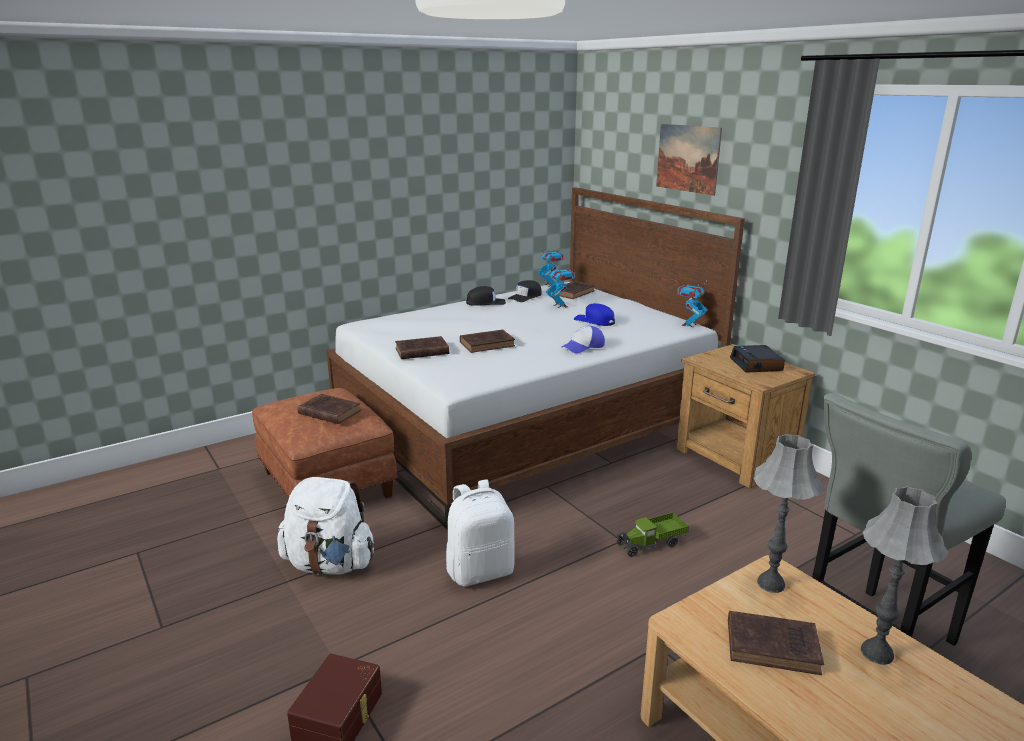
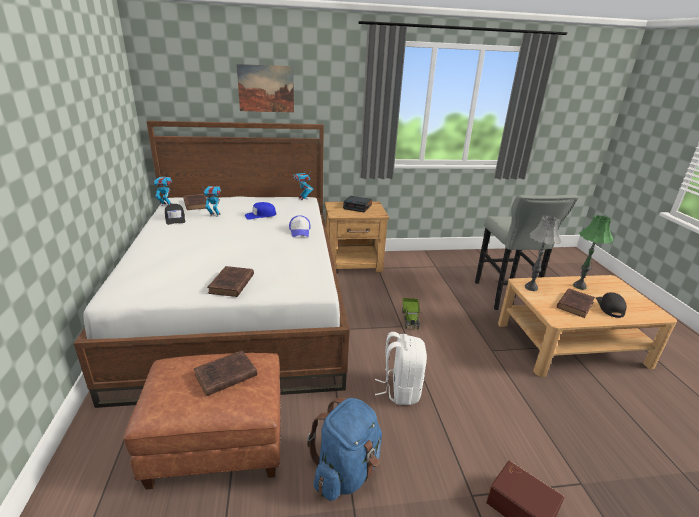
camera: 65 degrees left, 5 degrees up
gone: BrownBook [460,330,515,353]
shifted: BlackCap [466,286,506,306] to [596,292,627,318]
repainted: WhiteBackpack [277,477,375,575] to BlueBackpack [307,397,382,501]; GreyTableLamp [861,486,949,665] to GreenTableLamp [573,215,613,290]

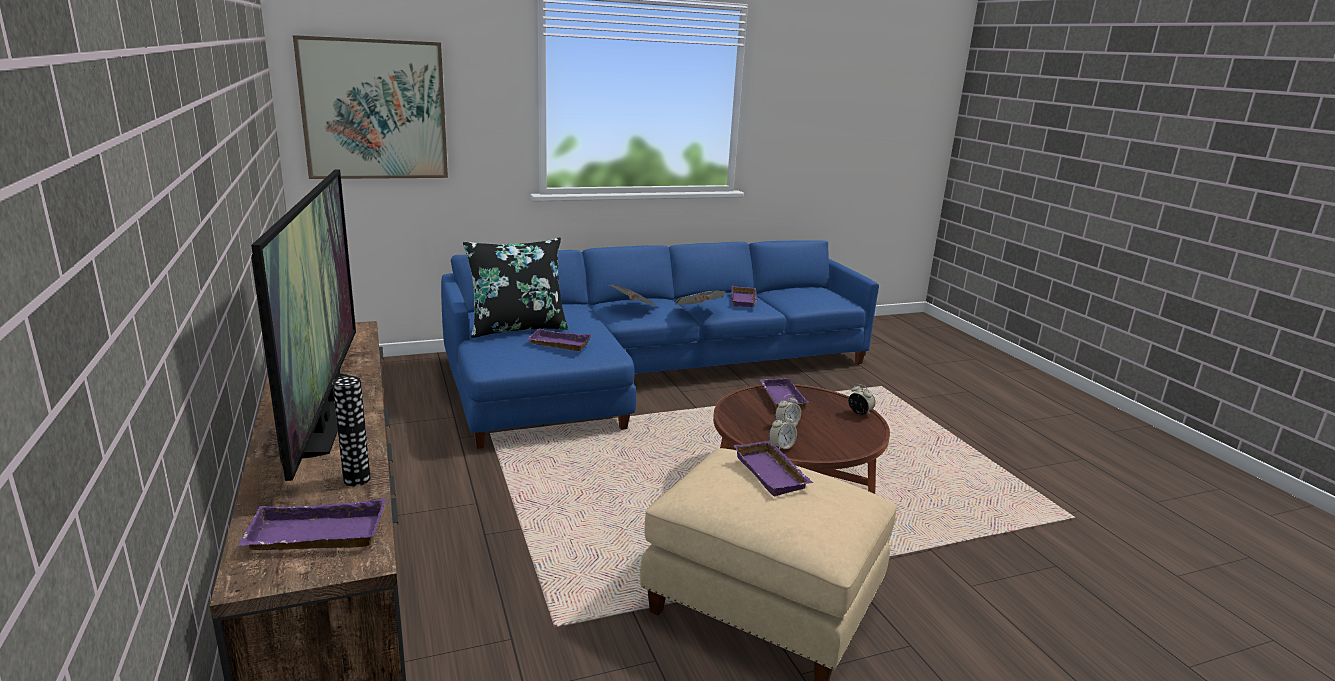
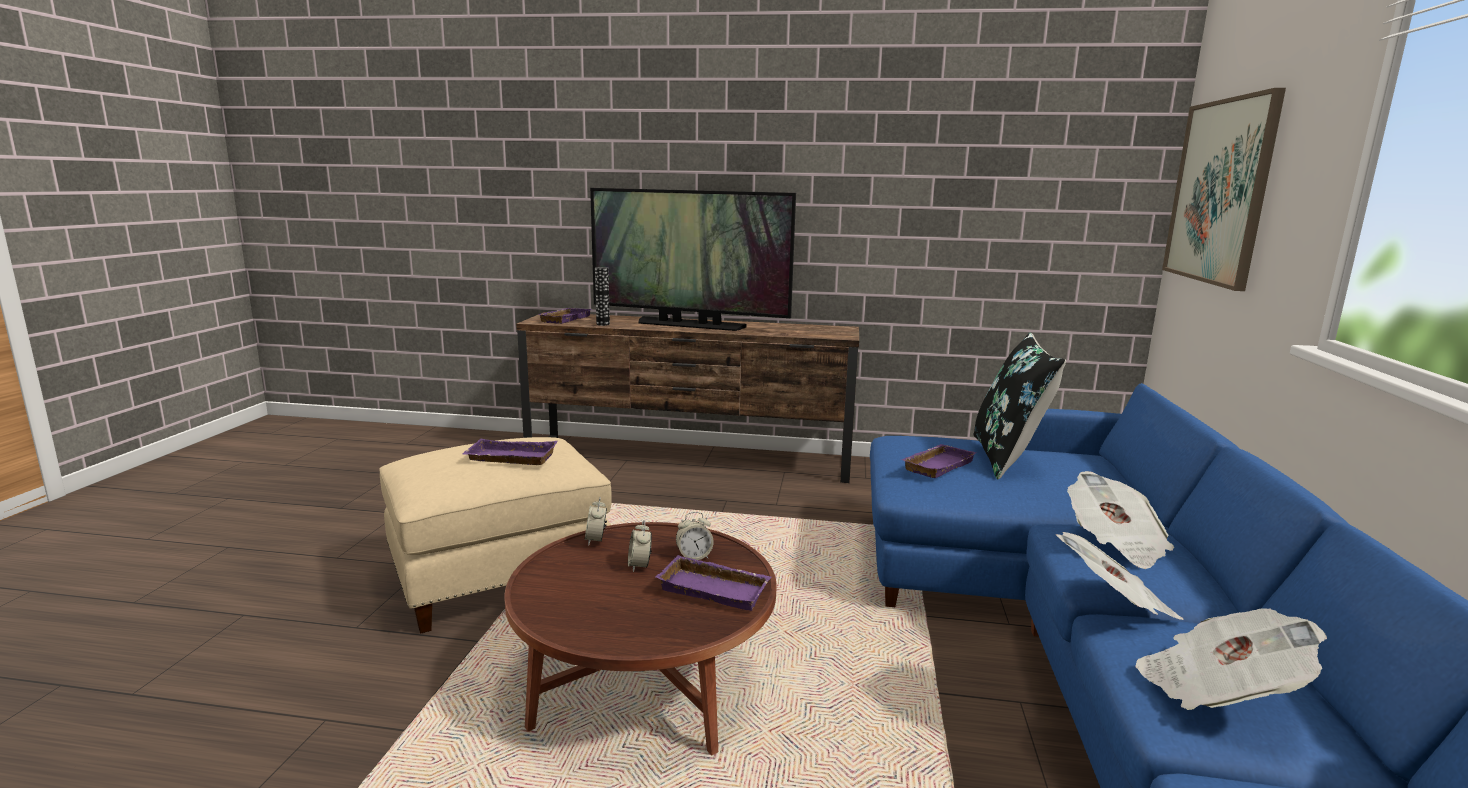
camera: 120 degrees right, 5 degrees down
shifted: AlarmClock [848,384,875,415] to [676,512,714,560]
swapped: PurpleTray [731,285,757,307] to Newspaper [1135,608,1327,710]

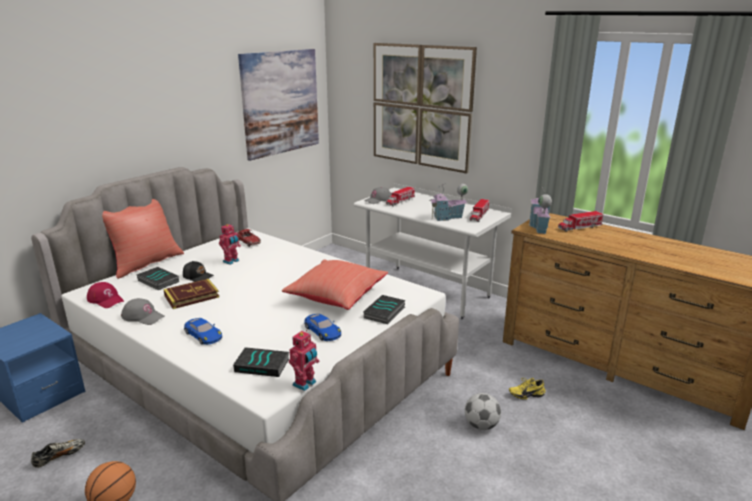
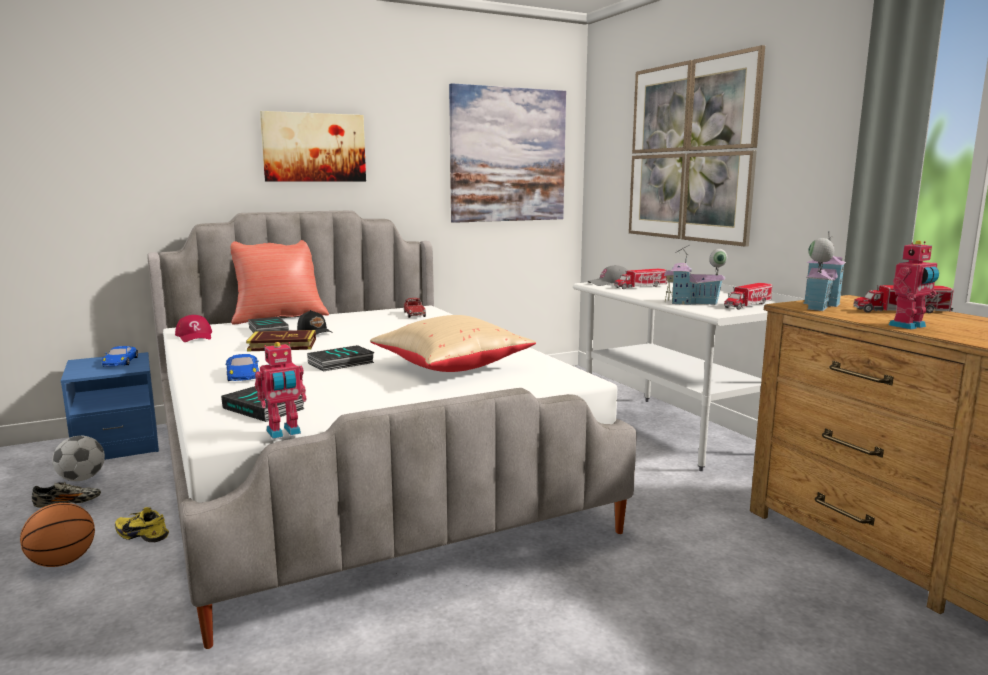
camera: 25 degrees right, 10 degrees down
gone: GreyCap [121,298,165,325]
new: Picture [260,111,366,182]
shifted: ToyRobot [219,224,241,265] to [889,240,939,330]; BlueToyCar [304,314,341,341] to [101,346,138,366]; Book [364,295,406,324] to [307,345,375,372]; Football [465,393,501,430] to [52,436,105,481]; YellowShoe [509,378,546,400] to [115,507,169,542]
repainted: RedPillow [282,260,388,310] to BeigePillow [370,315,536,372]

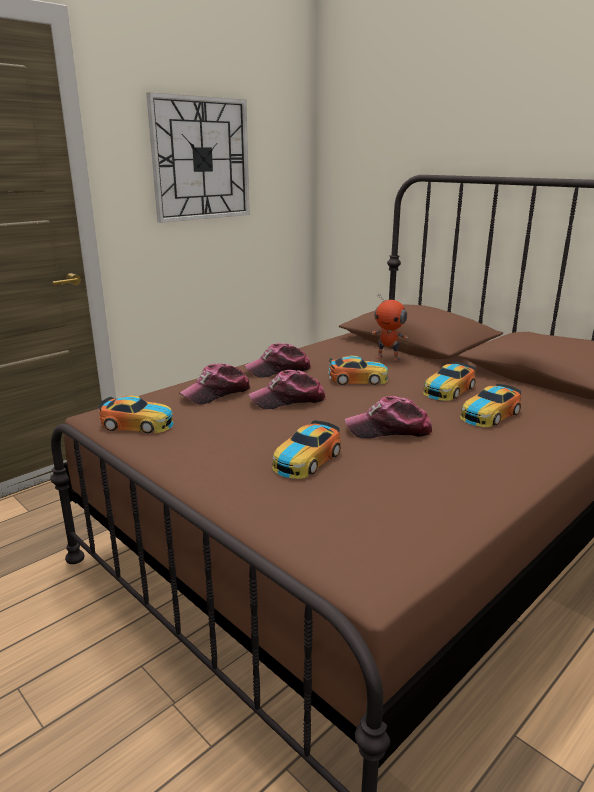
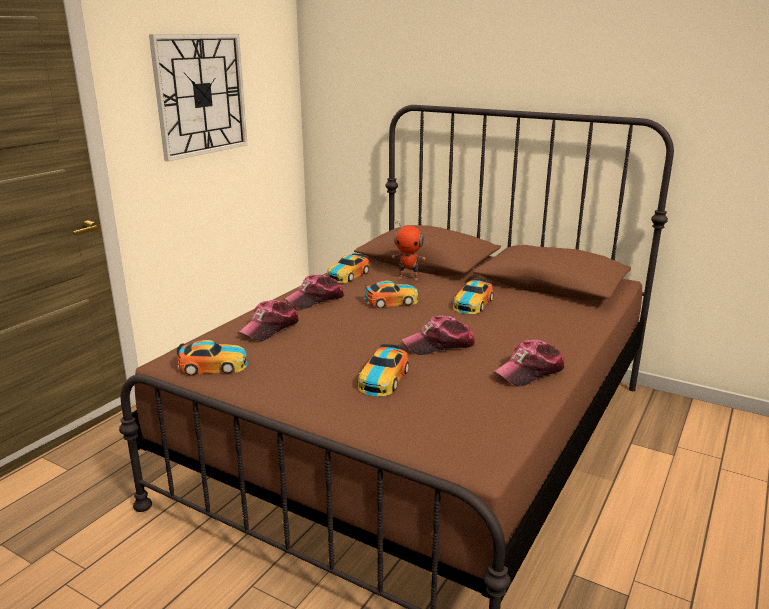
camera: 15 degrees left, 0 degrees up
shifted: Cap [248,370,326,409] to [493,340,565,386]; ToyCar [460,384,521,427] to [327,253,369,283]

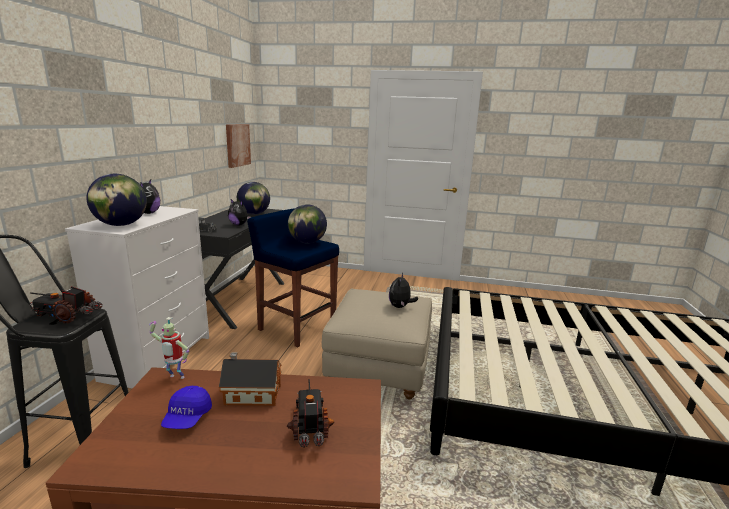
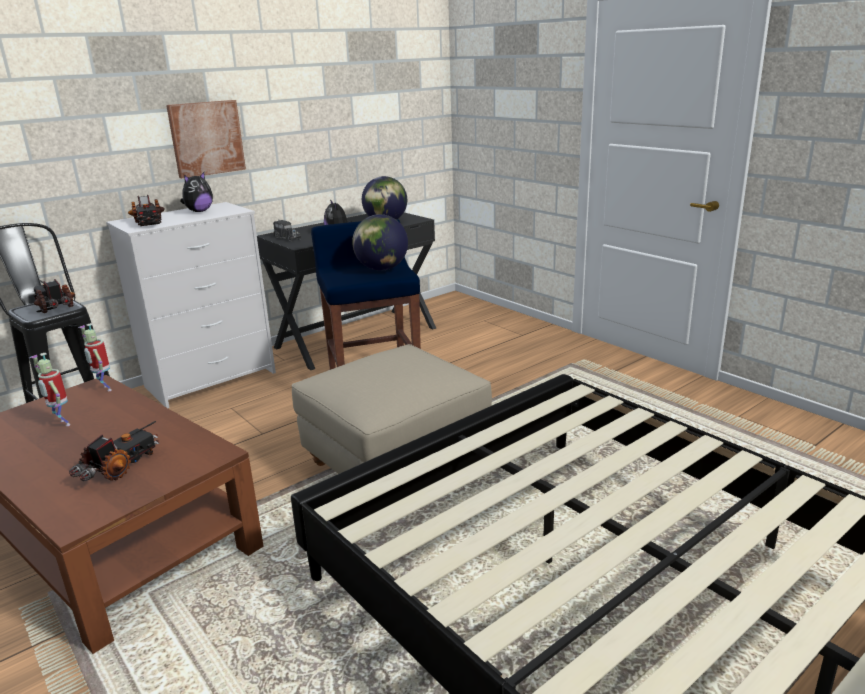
camera: 40 degrees right, 5 degrees up
gone: ToyHouse [219,352,282,406]; PlushToy [389,273,418,308]
shifted: Picture [226,124,251,168] to [166,100,246,178]
swapped: Globe [86,174,147,226] to ToyTruck [128,195,165,226]; BlueCap [161,386,212,429] to ToyRobot [29,353,70,426]

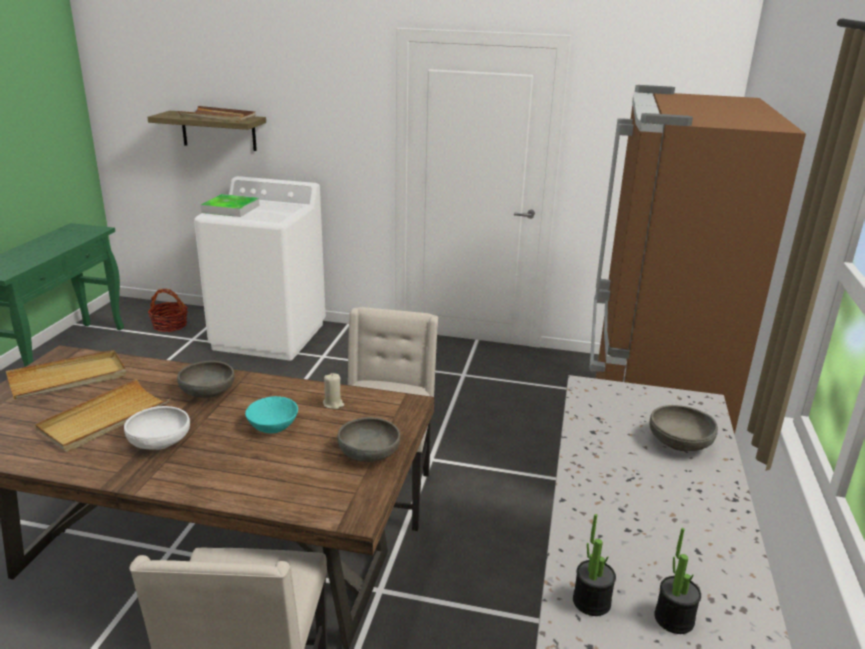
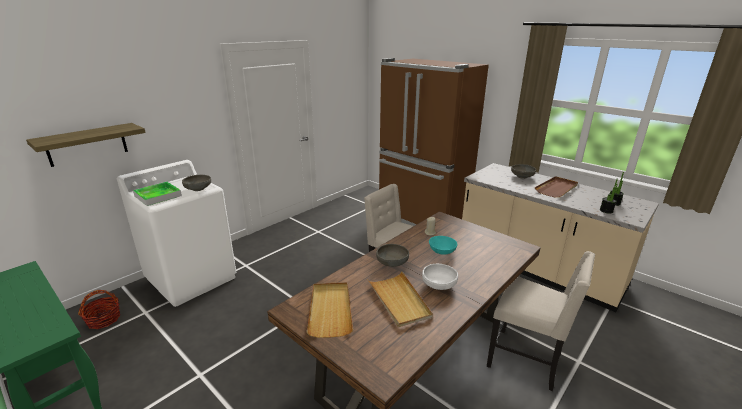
camera: 60 degrees left, 0 degrees up
shifted: BrownTray [178,106,255,122] to [535,176,578,198]; GreyBowl [337,417,400,462] to [182,175,211,191]

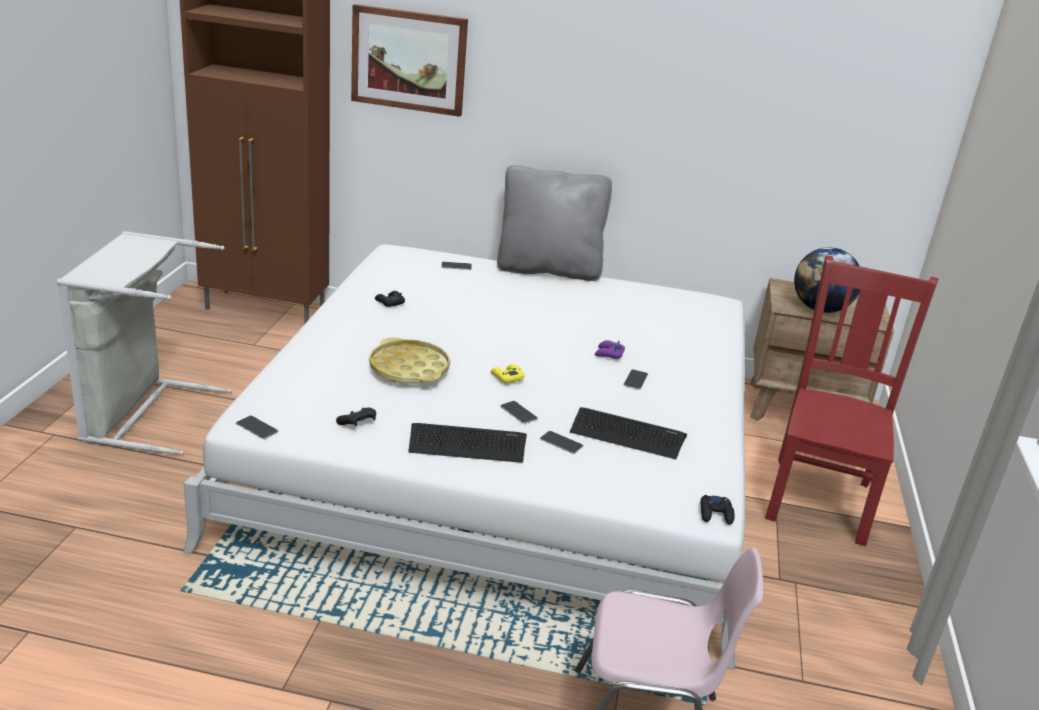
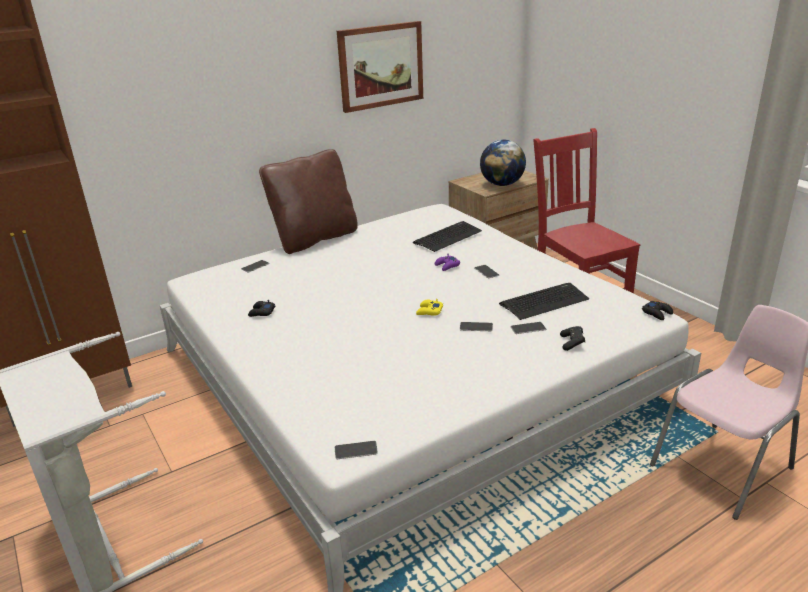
camera: 40 degrees left, 0 degrees up
gone: YellowTray [369,337,450,383]
shifted: BlackGameController [336,408,376,426] to [560,326,585,351]; Picture [351,4,468,117] to [337,21,423,113]; Keyboard [408,423,527,463] to [413,221,482,252]
repainted: GreyPillow [497,165,612,281] to BrownPillow [259,149,358,254]

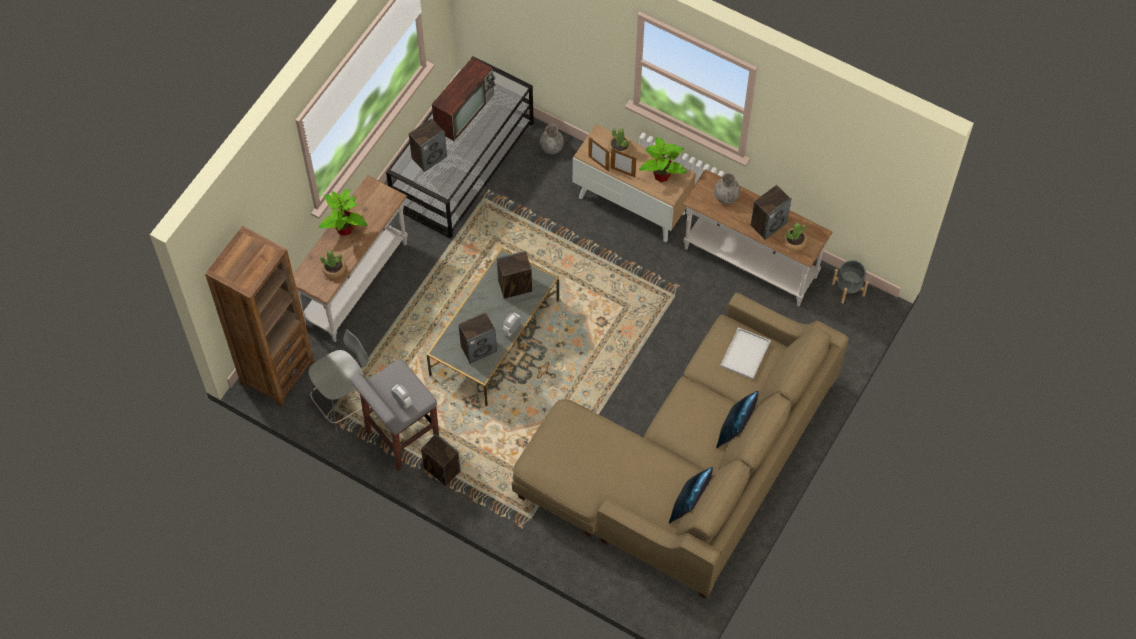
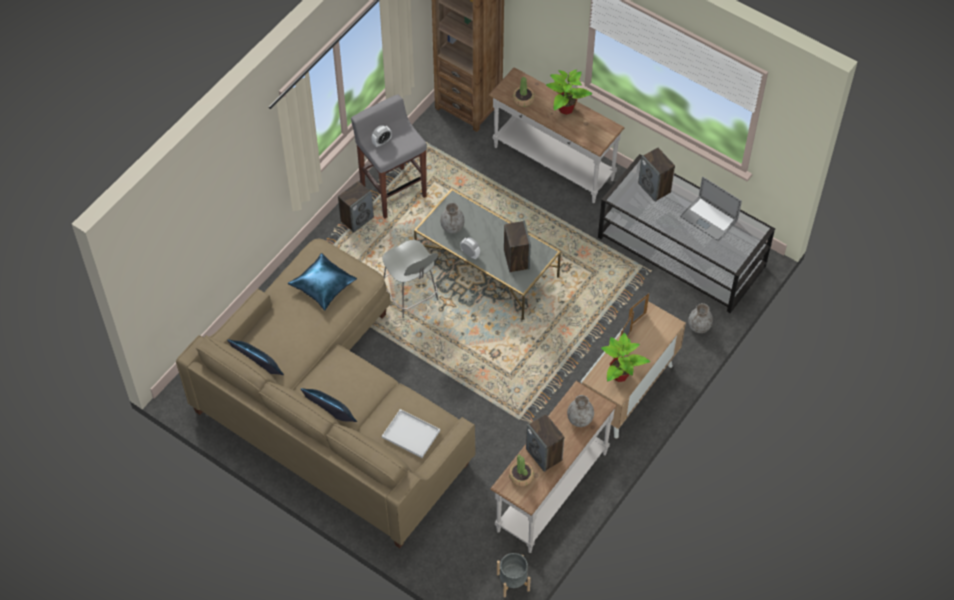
camera: 95 degrees right, 5 degrees down
gone: PottedPlant [608,128,631,154]
new: BluePillow [287,253,357,311]
shifted: GreyStool [309,329,369,432] to [382,240,439,318]
swapped: Television [432,57,496,141] to Laptop [680,177,742,242]; Speaker [459,313,497,363] to GreyVase [440,203,465,233]

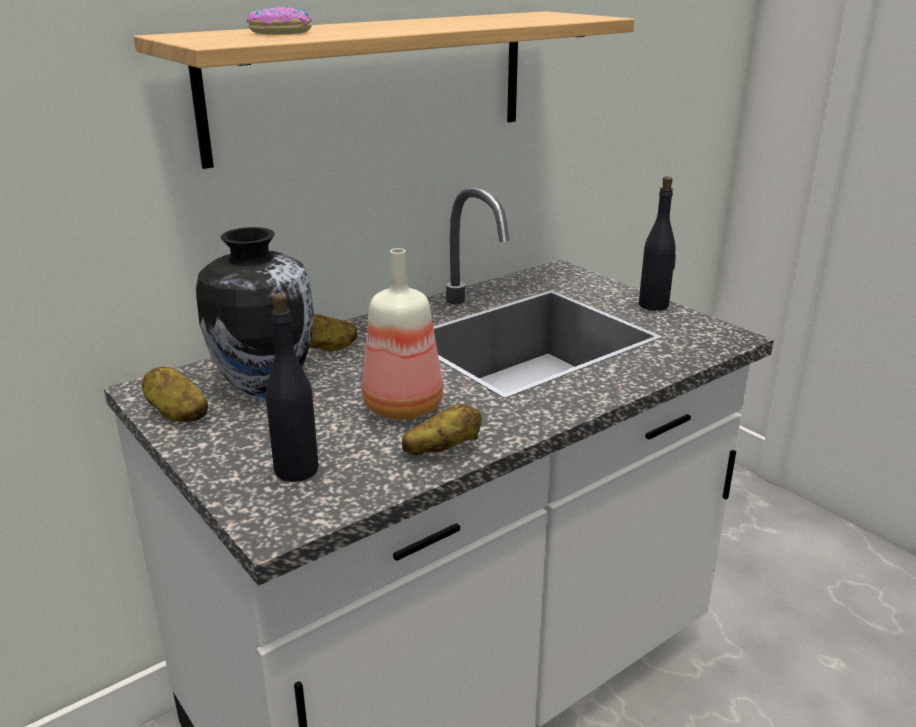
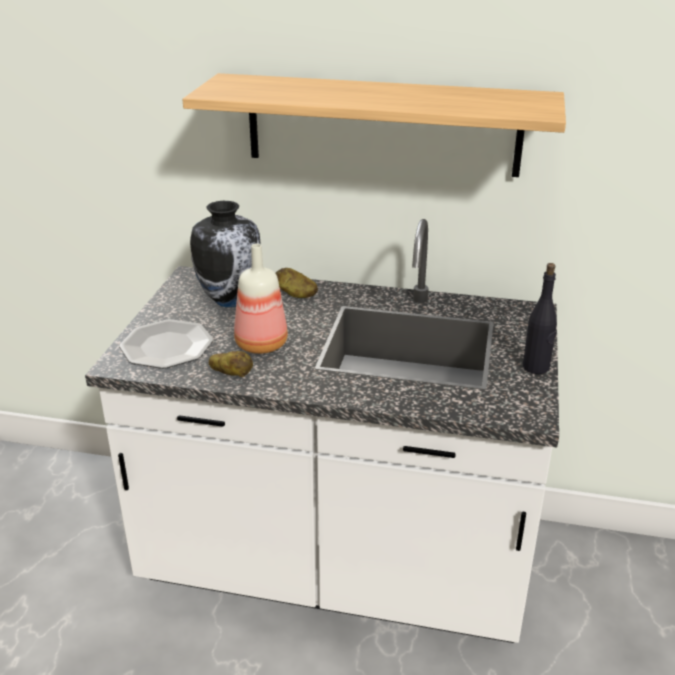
camera: 50 degrees right, 5 degrees up
gone: Potato [141,367,208,422]; Donut [247,7,312,35]
swapped: BlackBottle [266,293,319,482] to Plate [119,319,213,369]

